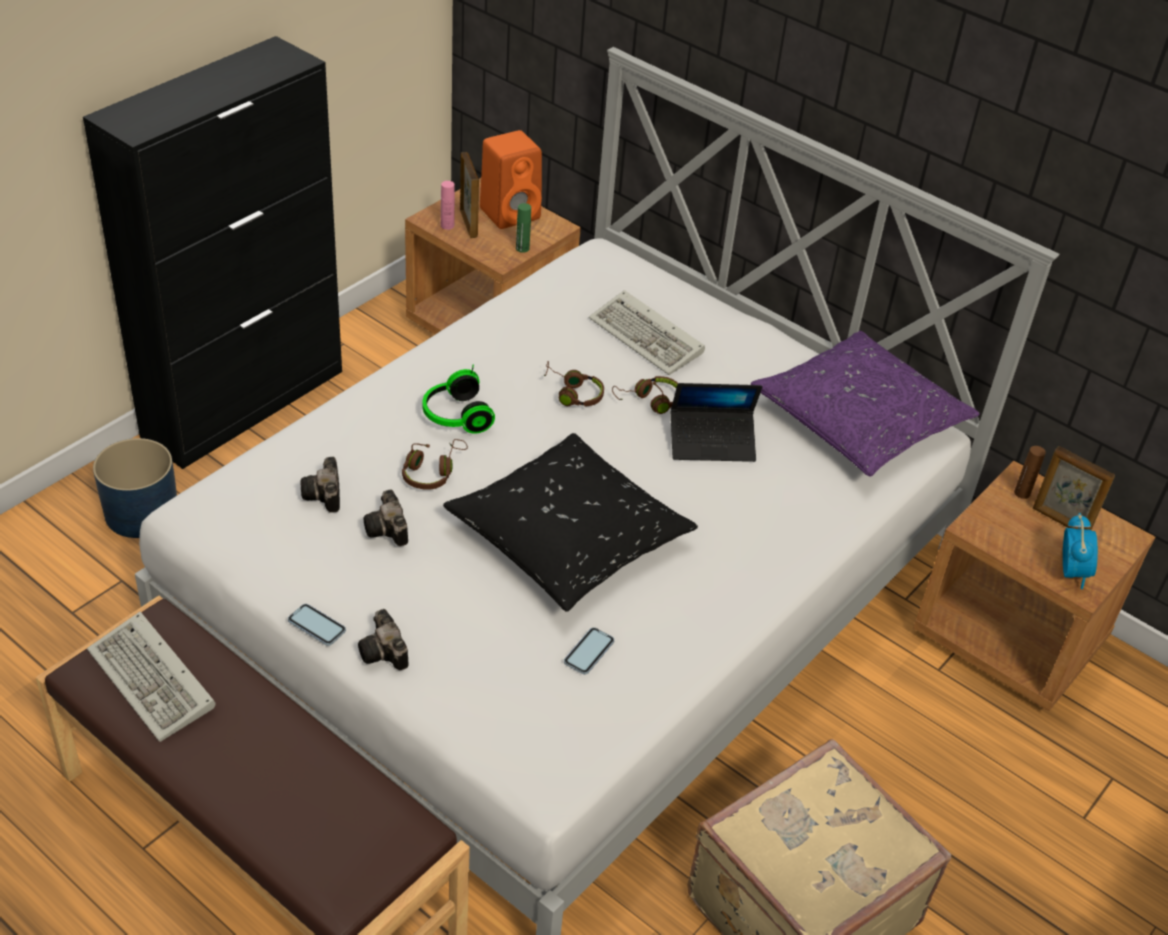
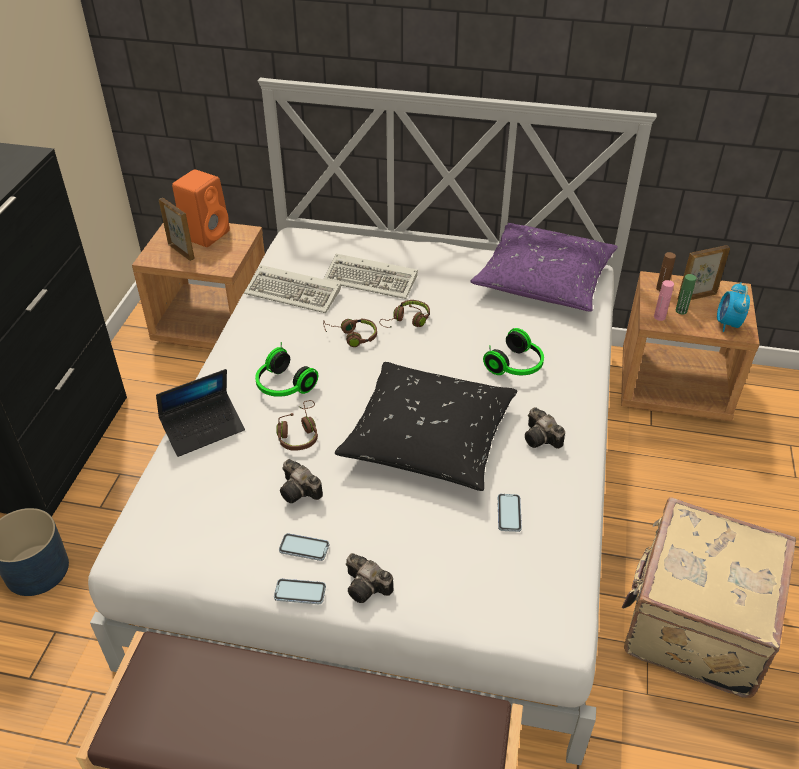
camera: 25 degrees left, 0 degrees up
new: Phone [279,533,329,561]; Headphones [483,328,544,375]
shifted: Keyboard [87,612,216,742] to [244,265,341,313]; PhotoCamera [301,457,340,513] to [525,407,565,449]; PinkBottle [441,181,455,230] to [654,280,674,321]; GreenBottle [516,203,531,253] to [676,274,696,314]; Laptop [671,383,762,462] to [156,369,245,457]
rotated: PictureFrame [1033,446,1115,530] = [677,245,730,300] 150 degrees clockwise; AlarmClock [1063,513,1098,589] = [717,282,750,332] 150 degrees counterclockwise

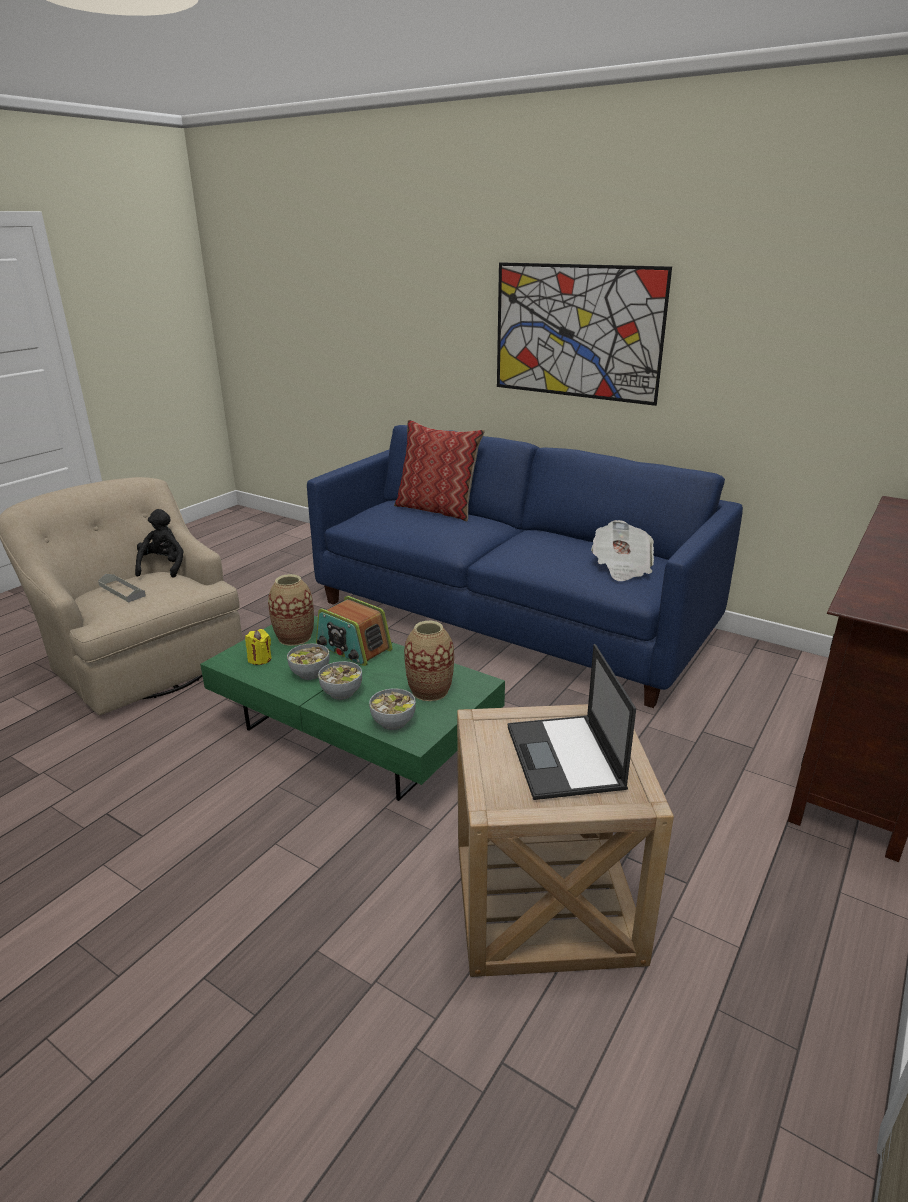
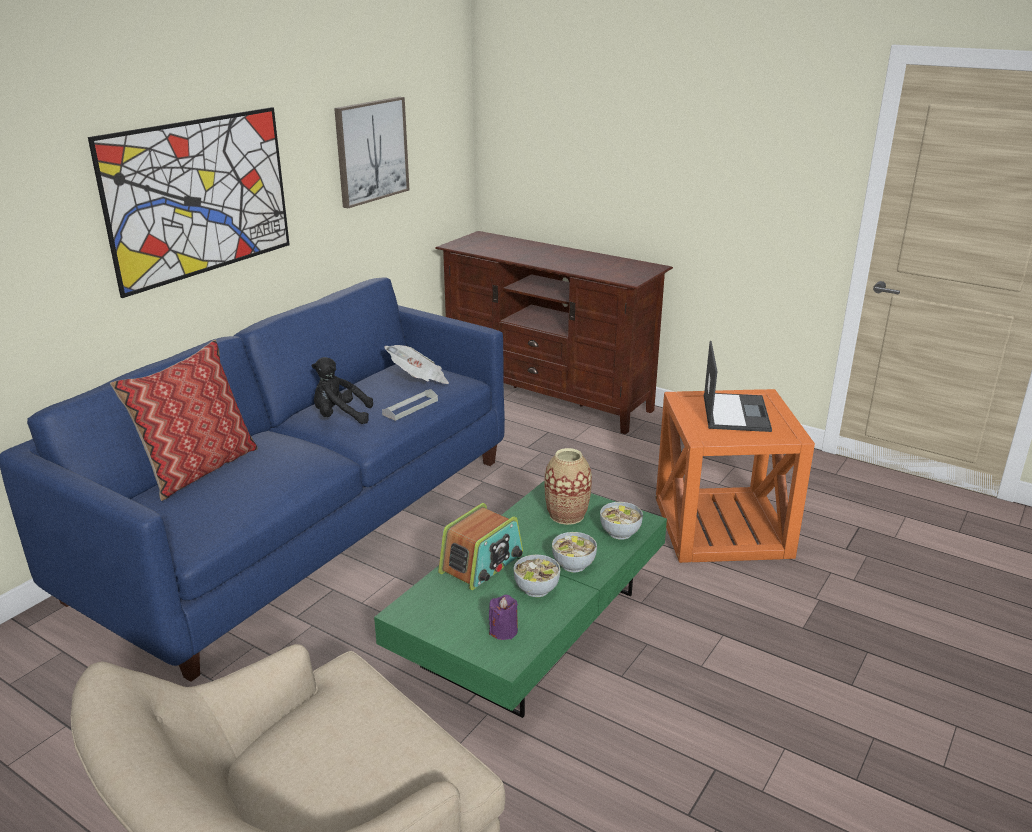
camera: 90 degrees left, 0 degrees up
gone: Vase [268,574,314,646]
new: Picture [334,97,409,208]
shifted: GreyTray [98,574,146,602] to [382,389,438,421]; BlackPlushToy [135,509,184,577] to [312,357,373,424]
repainted: YellowCandle [245,629,272,665] to PurpleCandle [489,595,518,640]; BeigeSideTable [457,704,674,977] to OrangeSideTable [655,389,815,563]
rotated: Laptop [508,644,636,800] = [704,341,772,432] 75 degrees counterclockwise

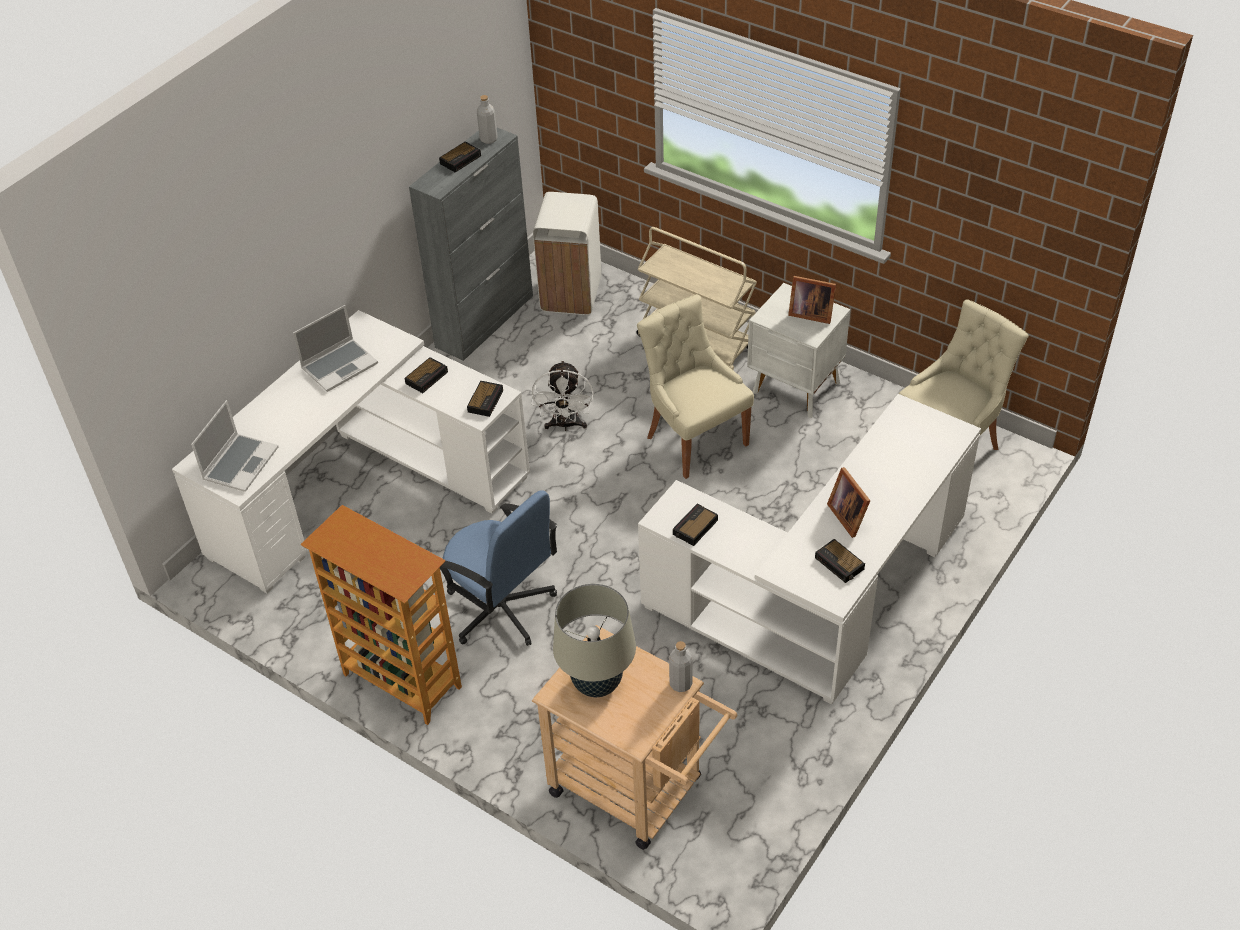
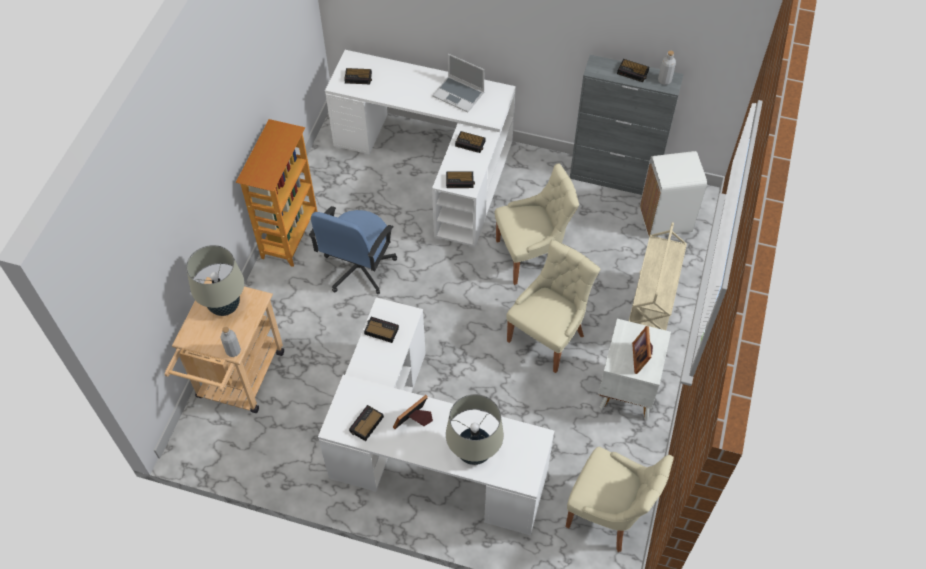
camera: 70 degrees right, 10 degrees up
new: BeigeTableLamp [446,394,504,465]
swapped: Laptop [191,400,279,492] to AlarmClock [344,68,372,84]; WhiteFan [532,360,594,431] to BeigeChair [495,164,579,285]

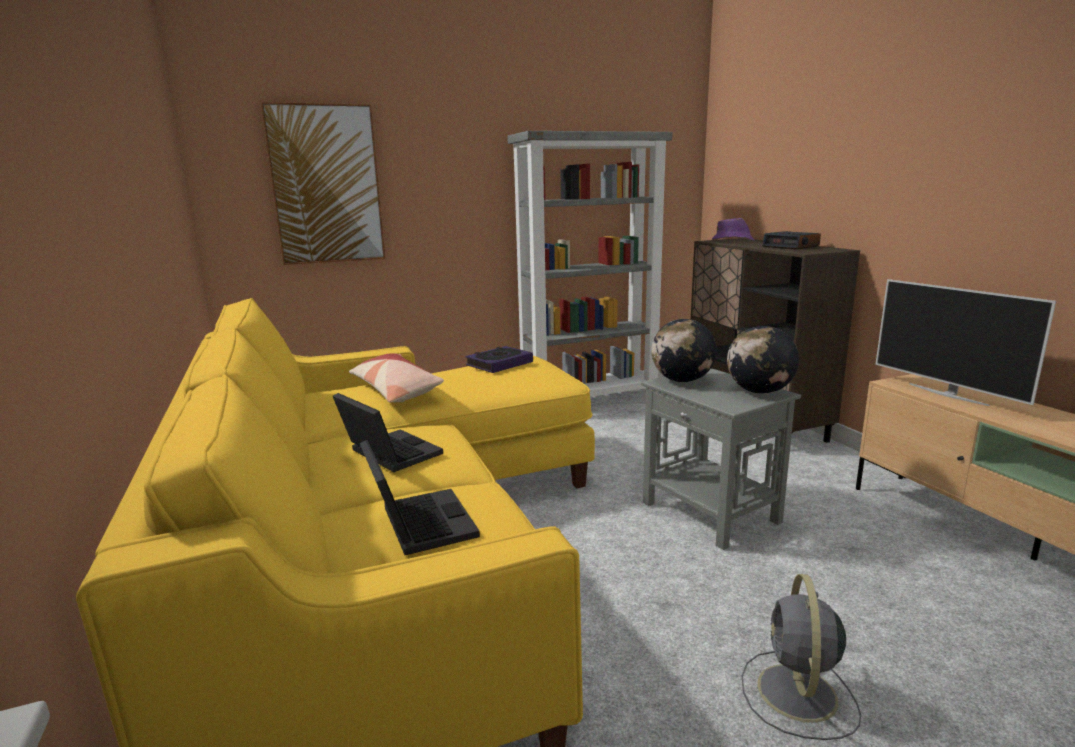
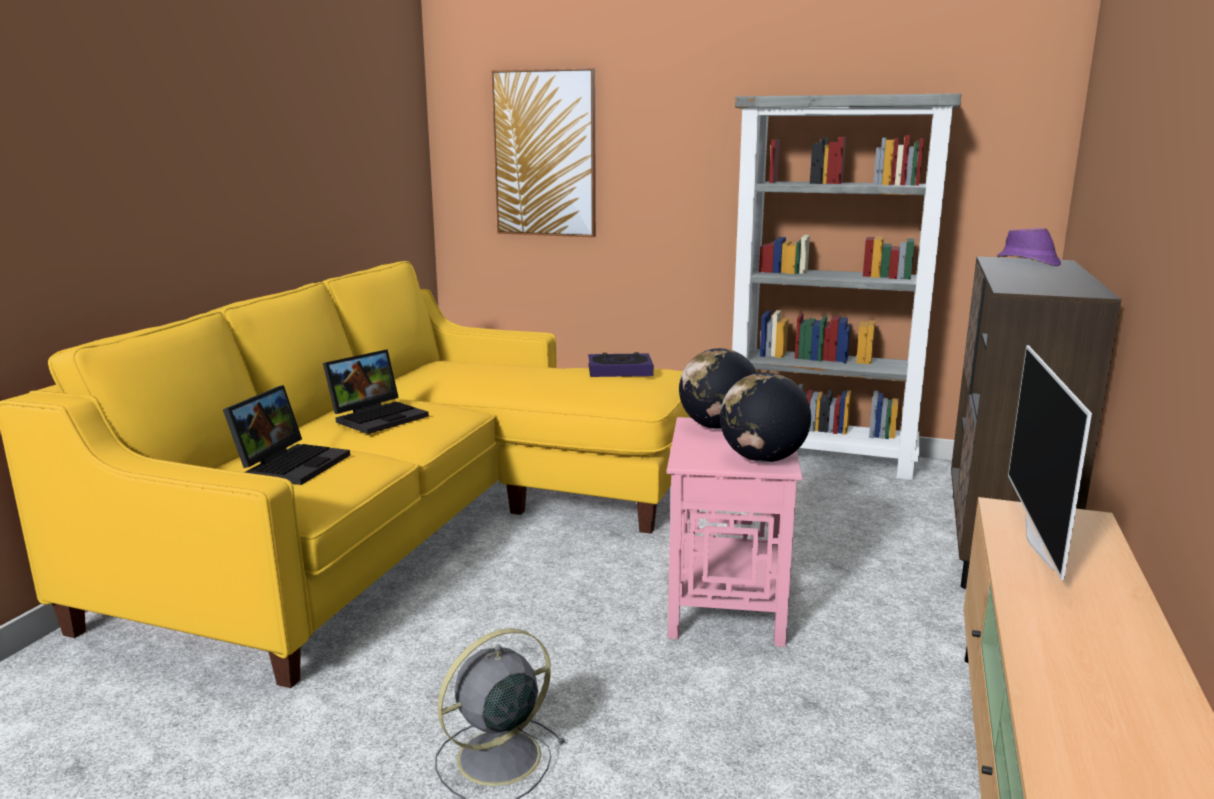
camera: 40 degrees right, 0 degrees up
gone: Pillow [349,353,444,403]; AlarmClock [762,231,821,249]
repainted: GreySideTable [641,368,801,550] to PinkSideTable [667,417,802,647]
rotated: Laptop [333,393,443,472] = [323,349,429,434] 45 degrees clockwise

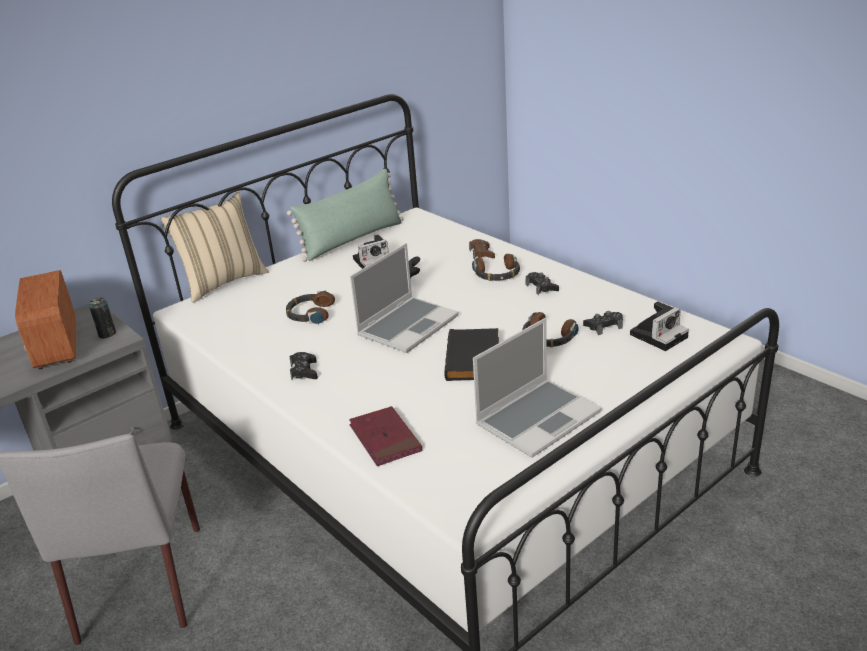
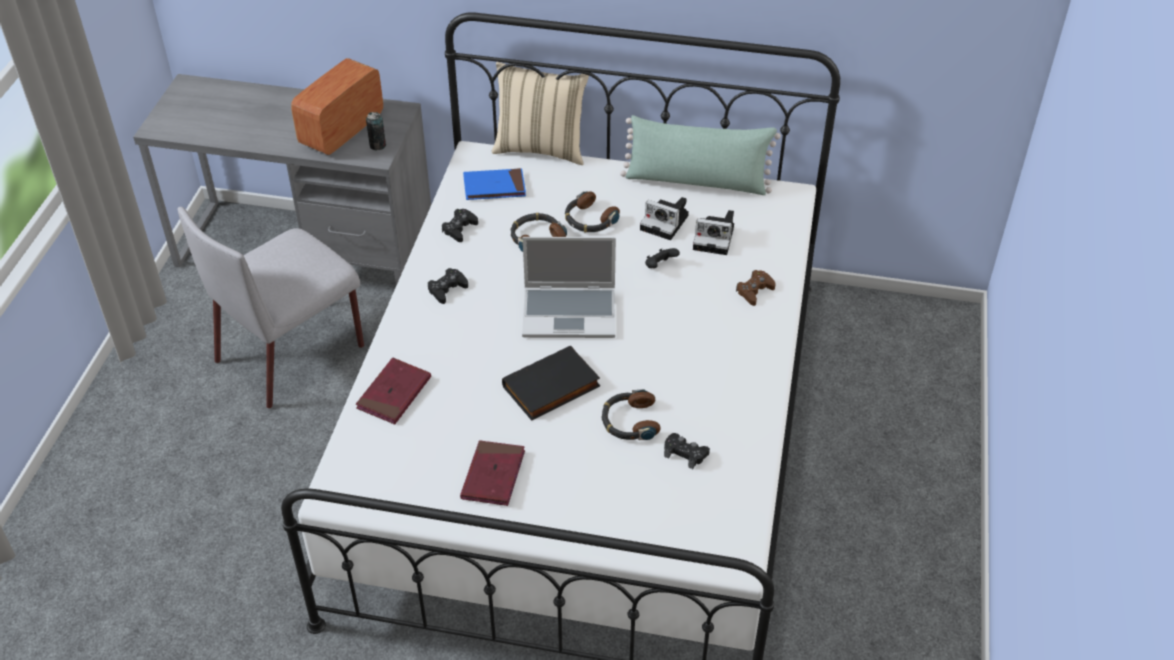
camera: 50 degrees right, 15 degrees up
new: BlueBook [463,168,526,200]
shifted: Headphones [472,254,520,281] to [565,191,620,233]; BlackGameController [525,272,559,295] to [442,209,478,242]; PhotoCamera [630,301,689,351] to [693,210,734,255]
swapped: Laptop [473,318,602,458] to RedBook [460,440,525,506]

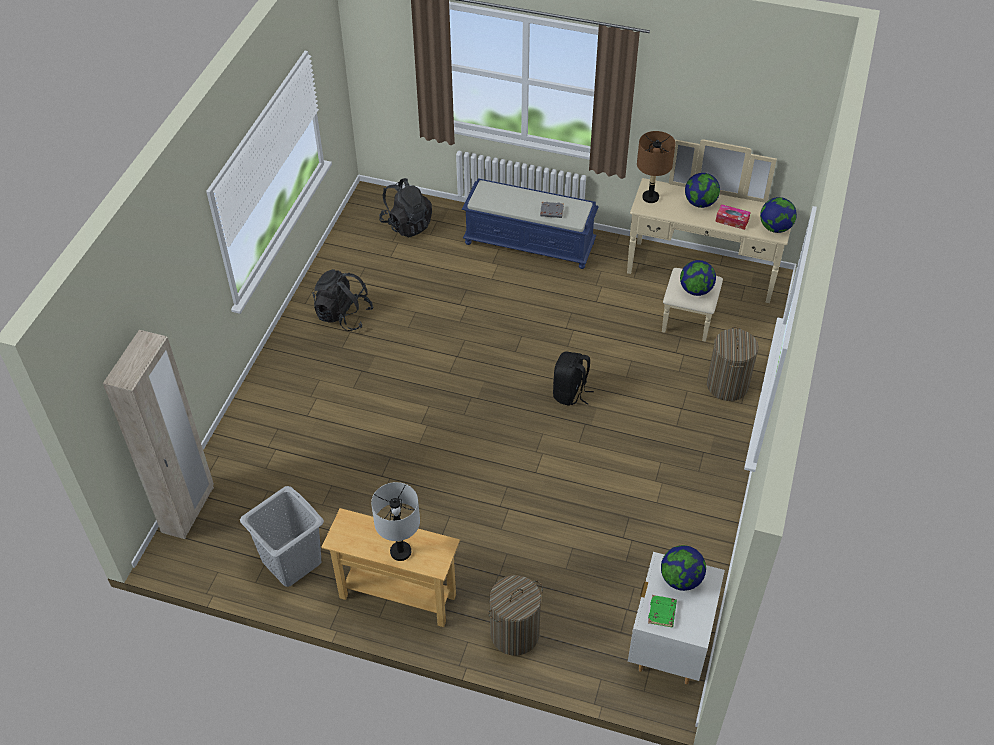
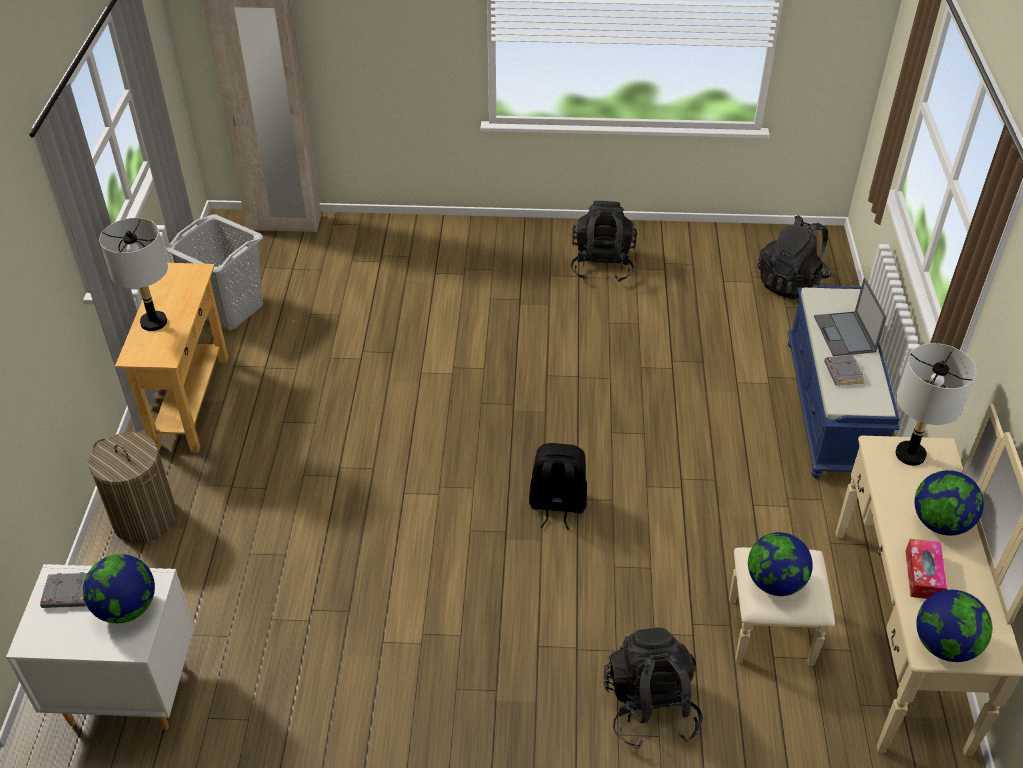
camera: 75 degrees right, 5 degrees down
new: Laptop [814,278,887,356]
swapped: LaundryBasket [707,327,759,401] to BlackBackpack [604,628,703,749]
repainted: BrownTableLamp [637,131,676,203] to GreyTableLamp [896,343,976,466]; GreenBook [648,595,677,627] to GreyBook [40,572,88,608]

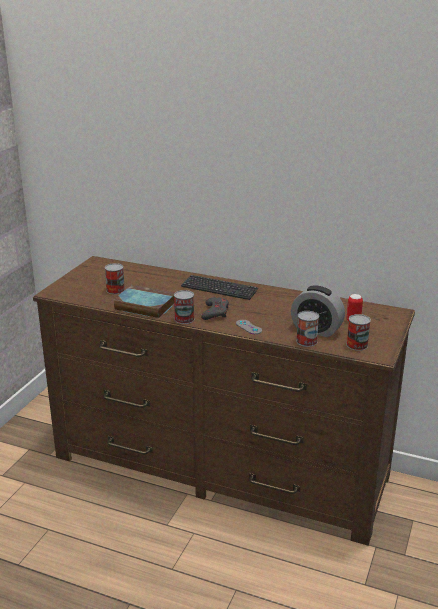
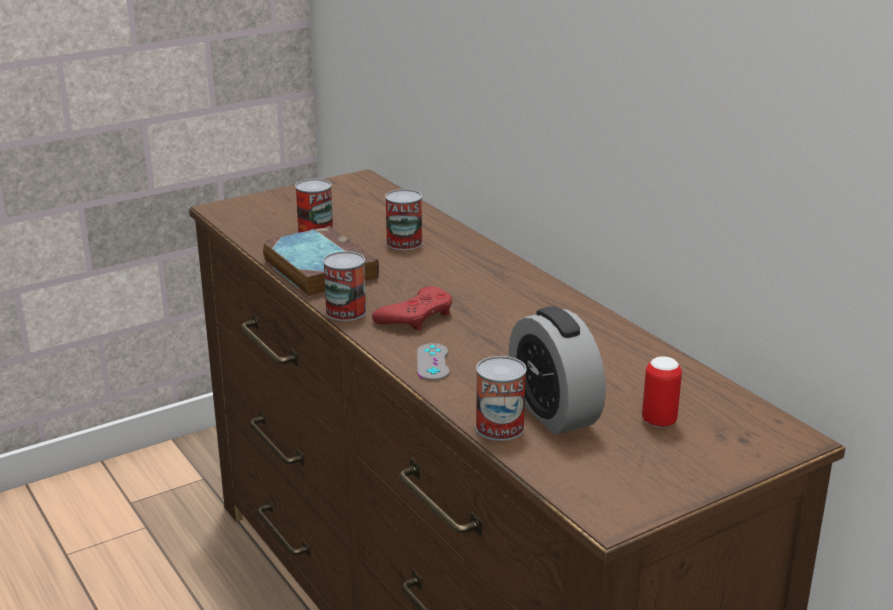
camera: 35 degrees right, 0 degrees up
gone: Keyboard [181,275,258,300]
shifted: Can [347,314,371,351] to [385,189,423,250]
repainted: GreyGameController [201,297,229,320] to RedGameController [372,286,452,331]

